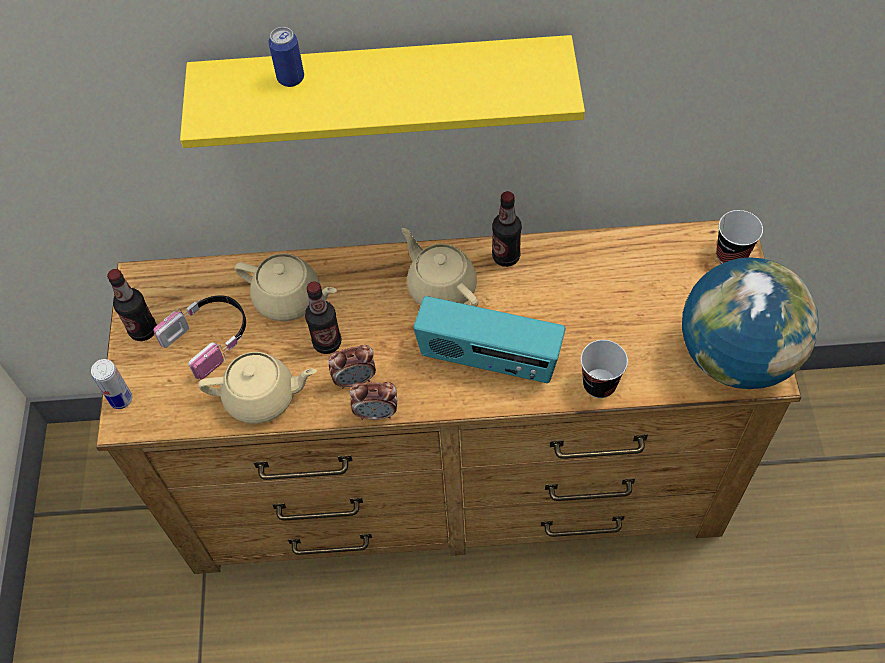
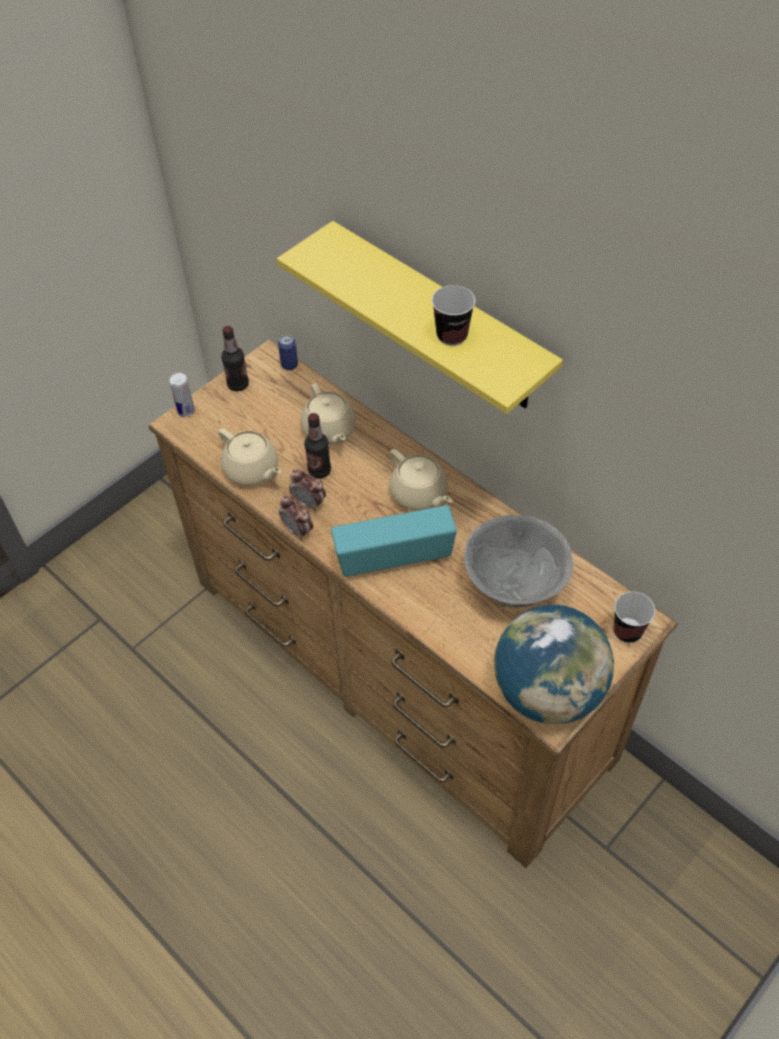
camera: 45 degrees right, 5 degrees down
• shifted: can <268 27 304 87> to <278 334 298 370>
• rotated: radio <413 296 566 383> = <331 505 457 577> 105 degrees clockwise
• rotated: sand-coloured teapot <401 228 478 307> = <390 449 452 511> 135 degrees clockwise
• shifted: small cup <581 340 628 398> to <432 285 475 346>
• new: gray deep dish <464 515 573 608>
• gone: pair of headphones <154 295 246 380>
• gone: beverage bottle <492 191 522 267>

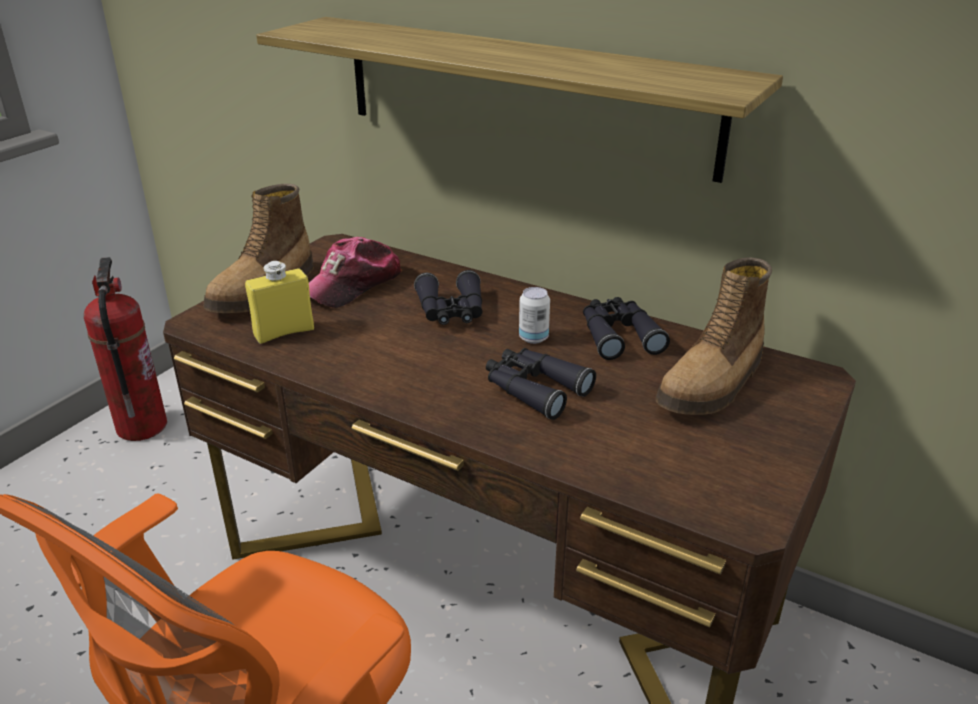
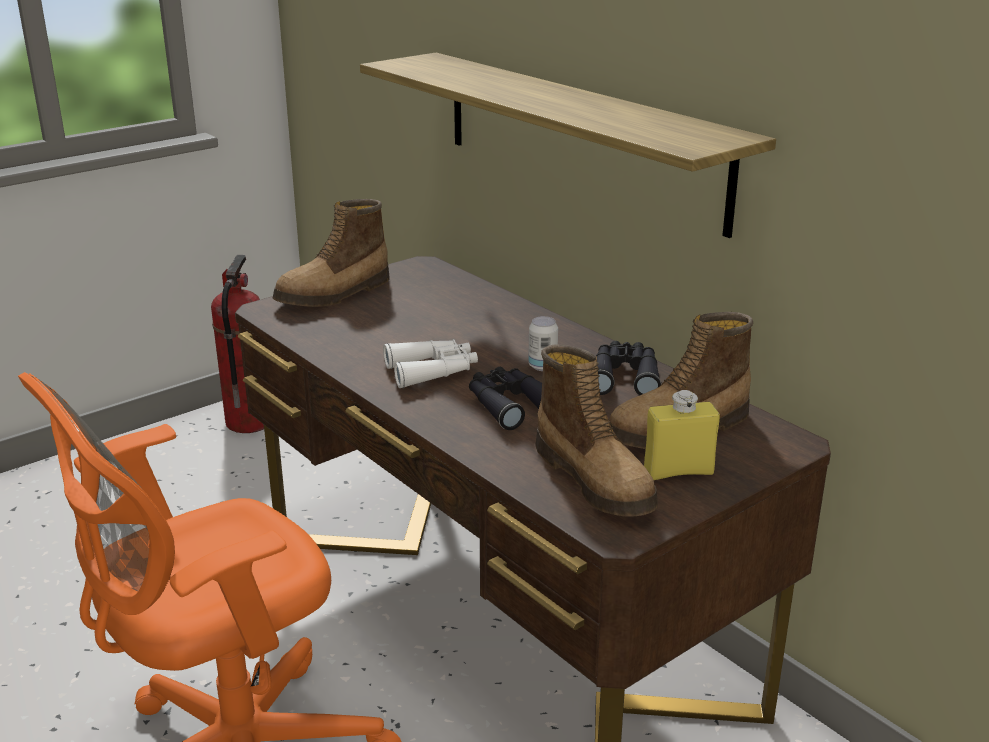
camera: 20 degrees right, 5 degrees down
• new: whitish field glasses <383 339 478 388>
• new: boot <535 344 658 517>
• shifted: yellow-coloured beverage bottle <245 261 314 344> to <644 390 720 480>
• gone: peaked cap <309 237 402 308>
• gone: black-coloured field glasses <414 270 482 325>

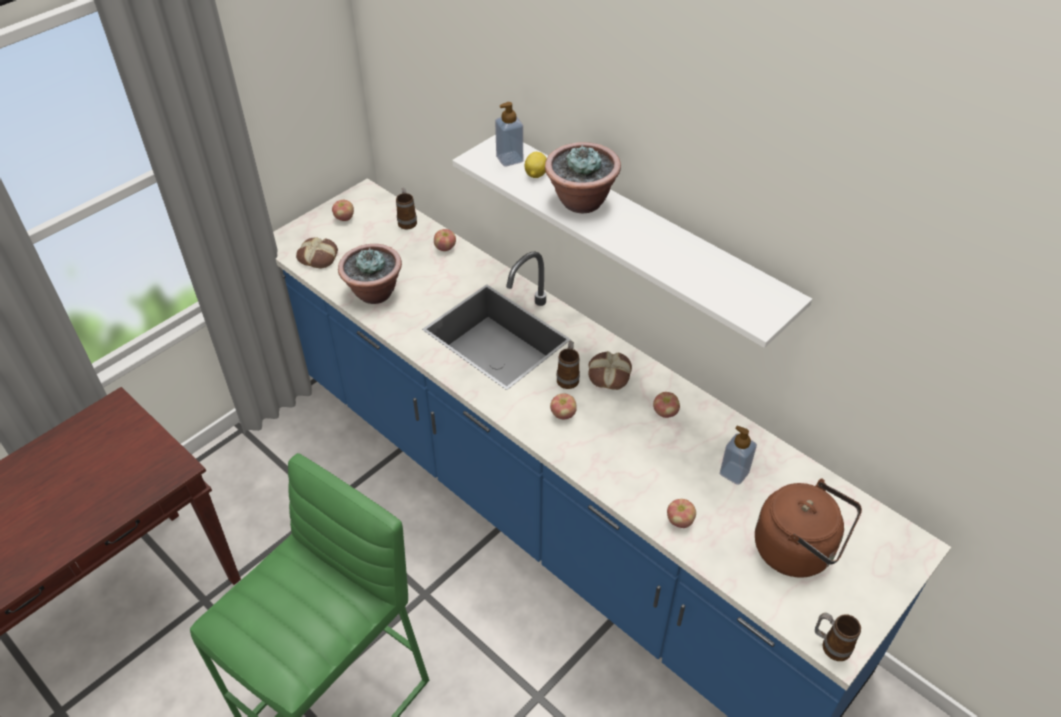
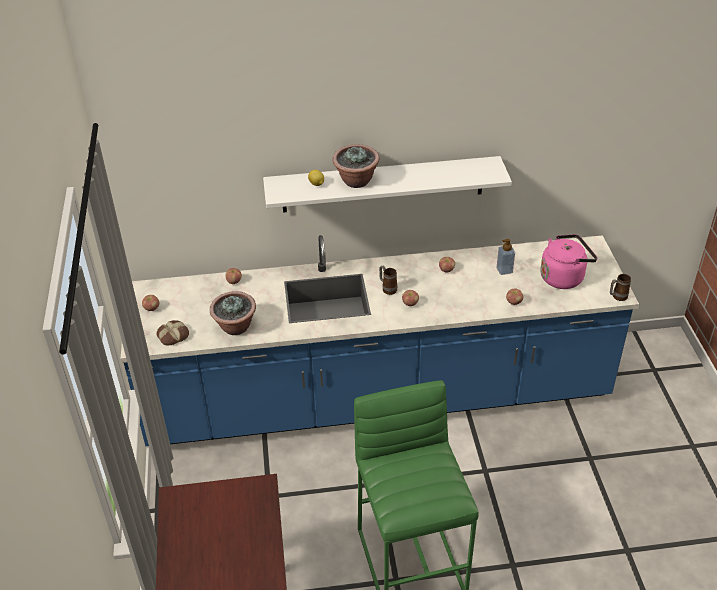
camera: 50 degrees left, 5 degrees down
• repainted: brown-coloured tea kettle <755 478 862 578> to pinkish tea kettle <540 234 597 289>
• gone: coffee mug <396 188 417 229>
• gone: soap bottle <495 102 523 167>
• gone: baked bread <588 351 632 390>

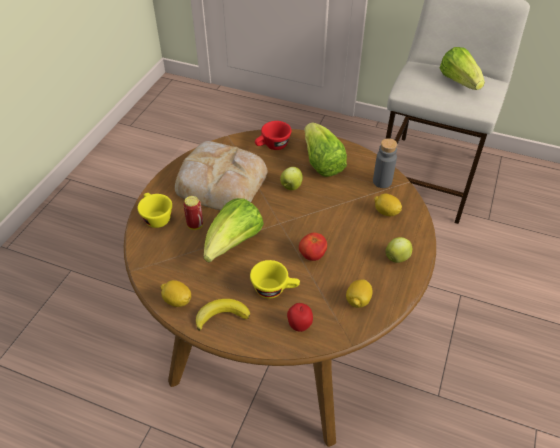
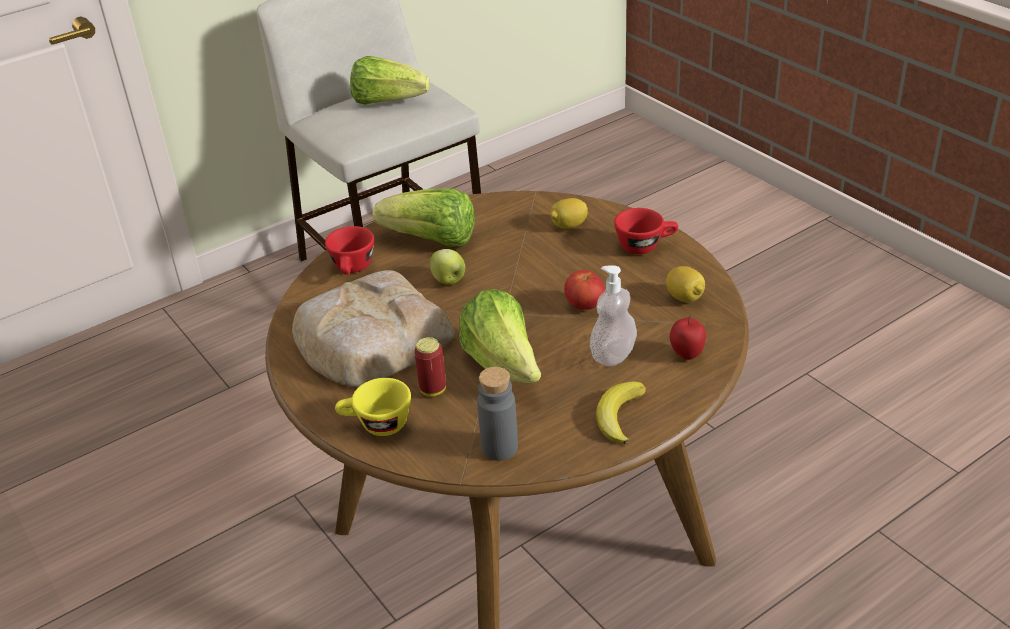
camera: 55 degrees left, 10 degrees down
• shifted: gray beverage bottle <373 138 397 188> to <477 367 518 461>
• swapped: yellow-coloured small cup <250 260 300 299> to soap bottle <590 265 637 366>
• swapped: apple <386 237 412 263> to red small cup <614 208 678 254>
• gone: whole lemon <161 280 191 307>

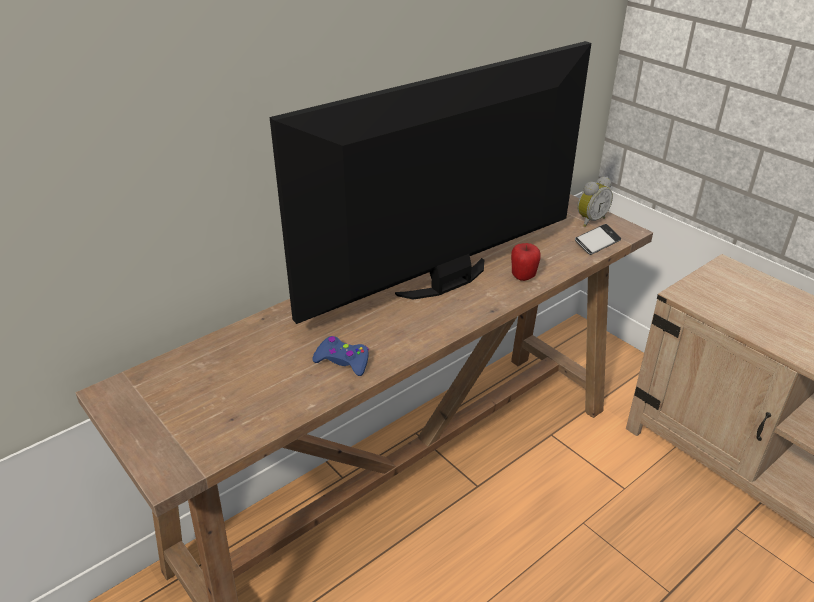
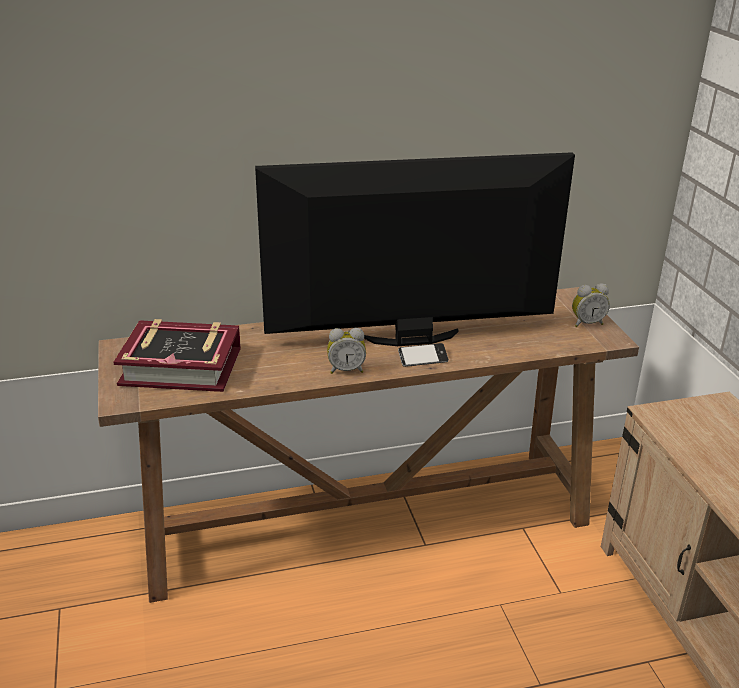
camera: 25 degrees right, 5 degrees down
• new: book <114 319 241 392>
• new: alarm clock <327 328 366 374>
• shifted: telephone <575 224 621 255> to <398 343 449 367>
• gone: blue gamepad <312 336 369 376>
• gone: apple <511 243 541 281>

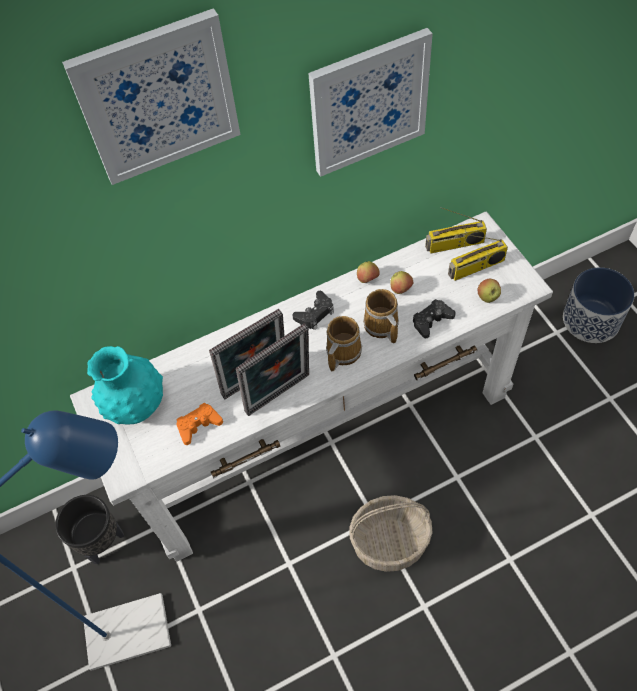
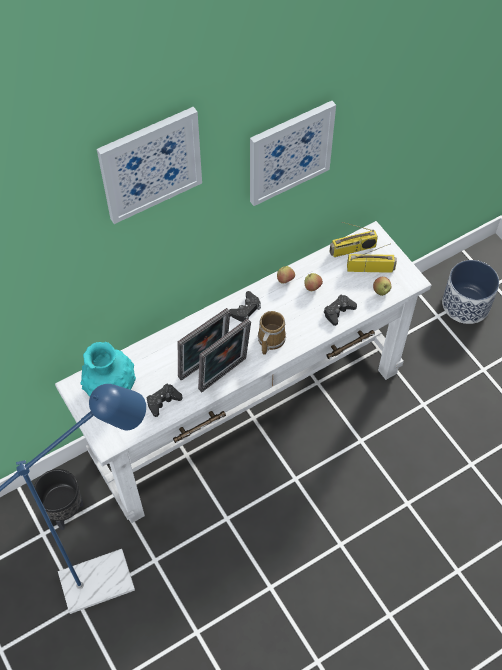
camera: 10 degrees left, 0 degrees up
• repainted: orangey gamepad <177 403 223 445> to black-coloured gamepad <147 384 183 417>
• rotated: radio <448 234 508 281> = <347 243 397 273> 150 degrees counterclockwise
• gone: storage basket <349 495 433 572>
• gone: coffee mug <363 289 399 343>

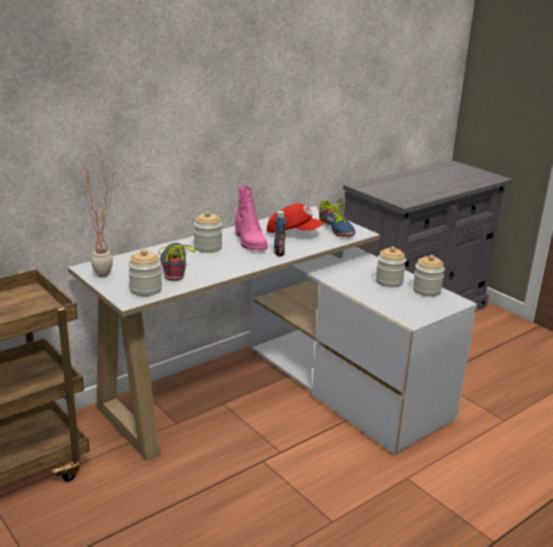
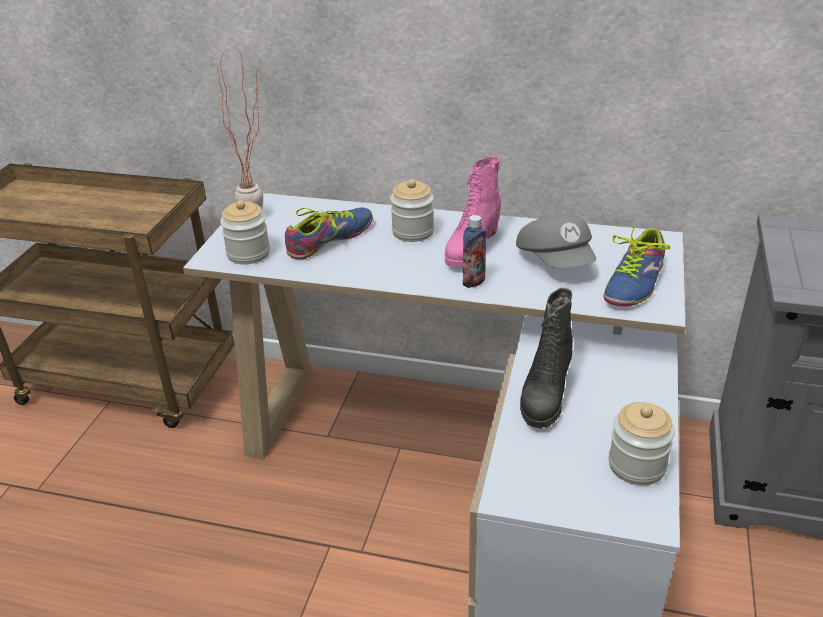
camera: 55 degrees right, 10 degrees up
• repainted: red peaked cap <267 203 324 233> to gray peaked cap <516 214 596 268>
• new: black-coloured boot <520 288 573 428>
• gone: preserve jar <376 247 406 288>

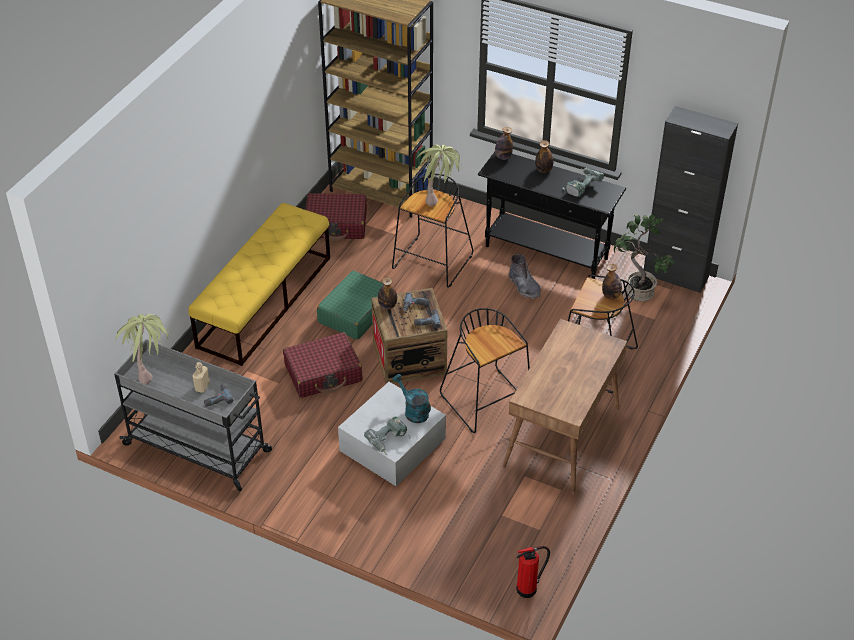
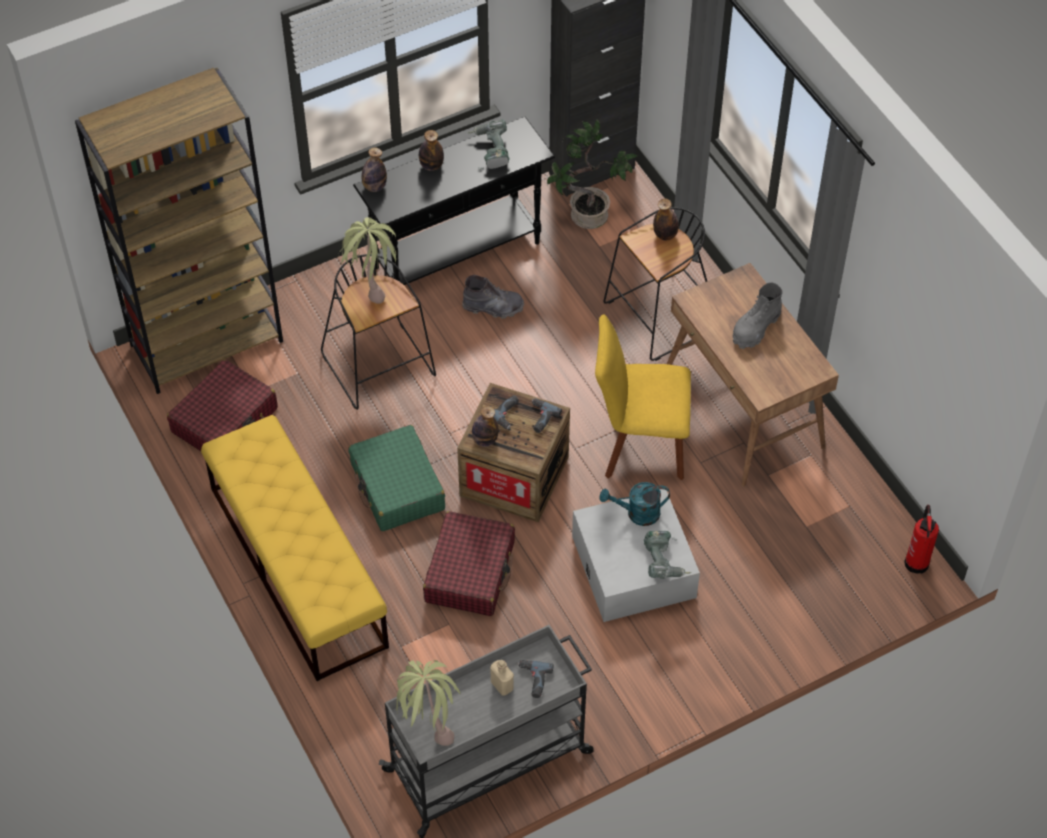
camera: 55 degrees left, 10 degrees up
• swapped: black-coloured stool <440 308 530 433> to yellow-coloured plain chair <595 314 691 480>
• new: gray boot <733 282 783 349>

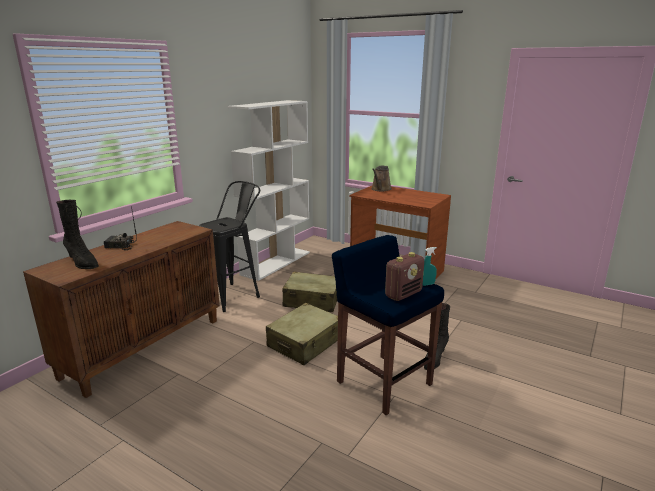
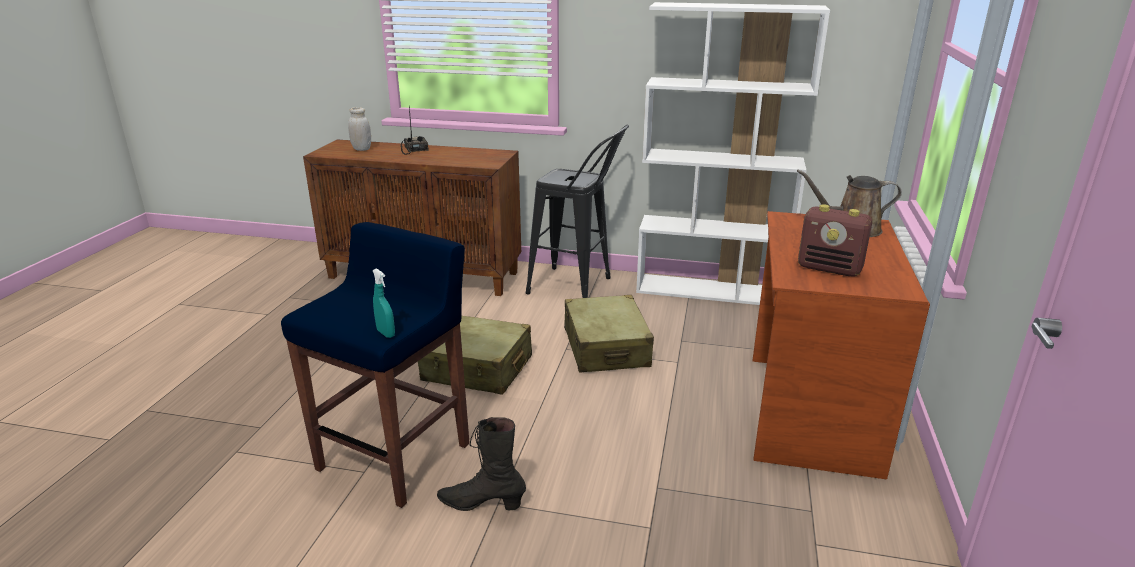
camera: 70 degrees right, 5 degrees up
• swapped: black-coloured boot <56 200 99 269> to whitish preserve jar <348 107 371 151>
• shifted: radio <385 252 424 301> to <798 204 872 276>

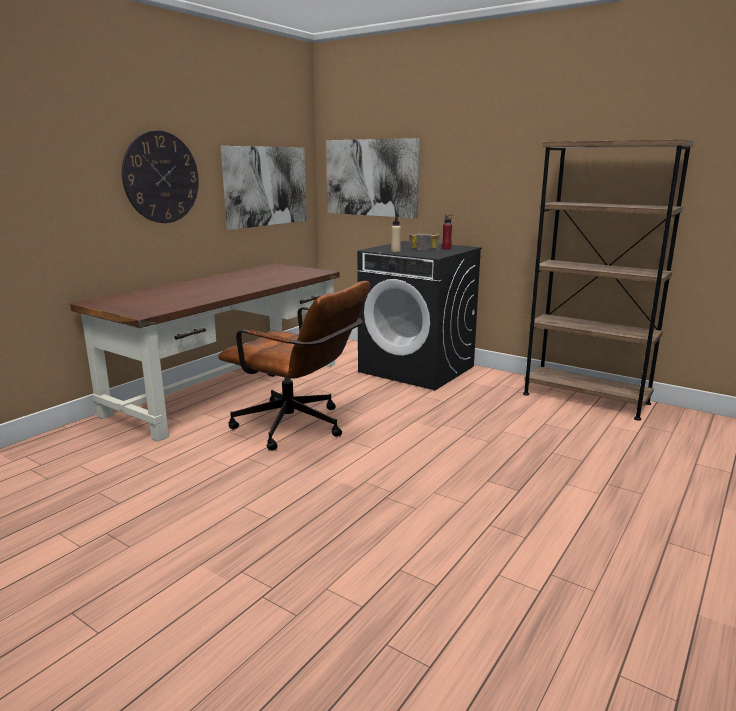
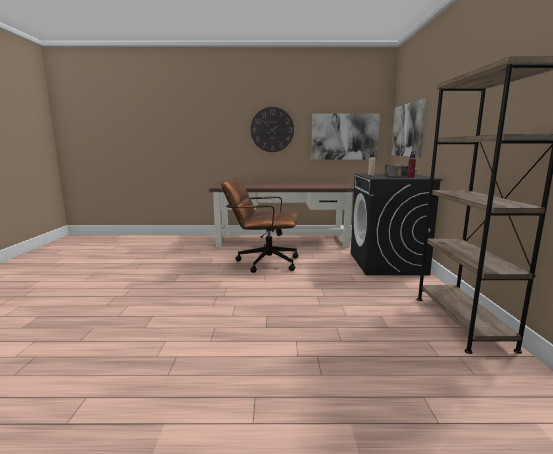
camera: 55 degrees right, 5 degrees down
• rotated: brown-coloured office chair <218 281 370 450> = <221 177 299 273> 105 degrees clockwise

